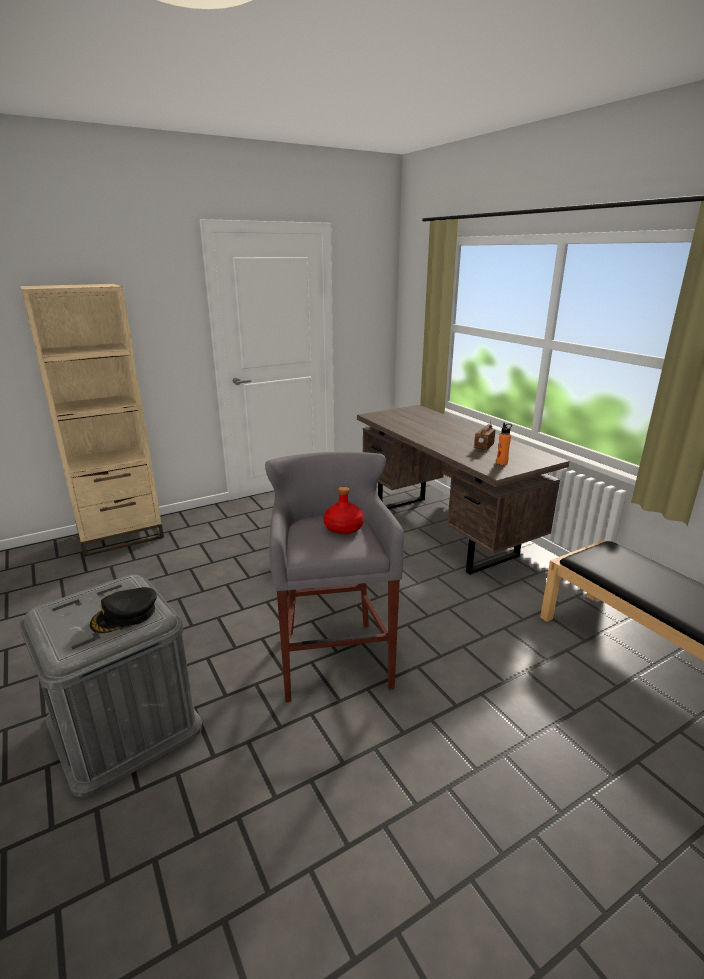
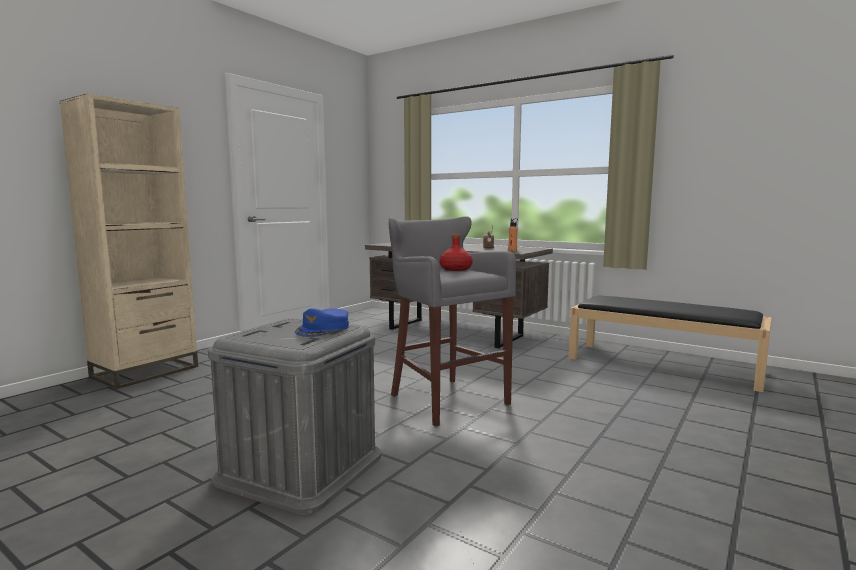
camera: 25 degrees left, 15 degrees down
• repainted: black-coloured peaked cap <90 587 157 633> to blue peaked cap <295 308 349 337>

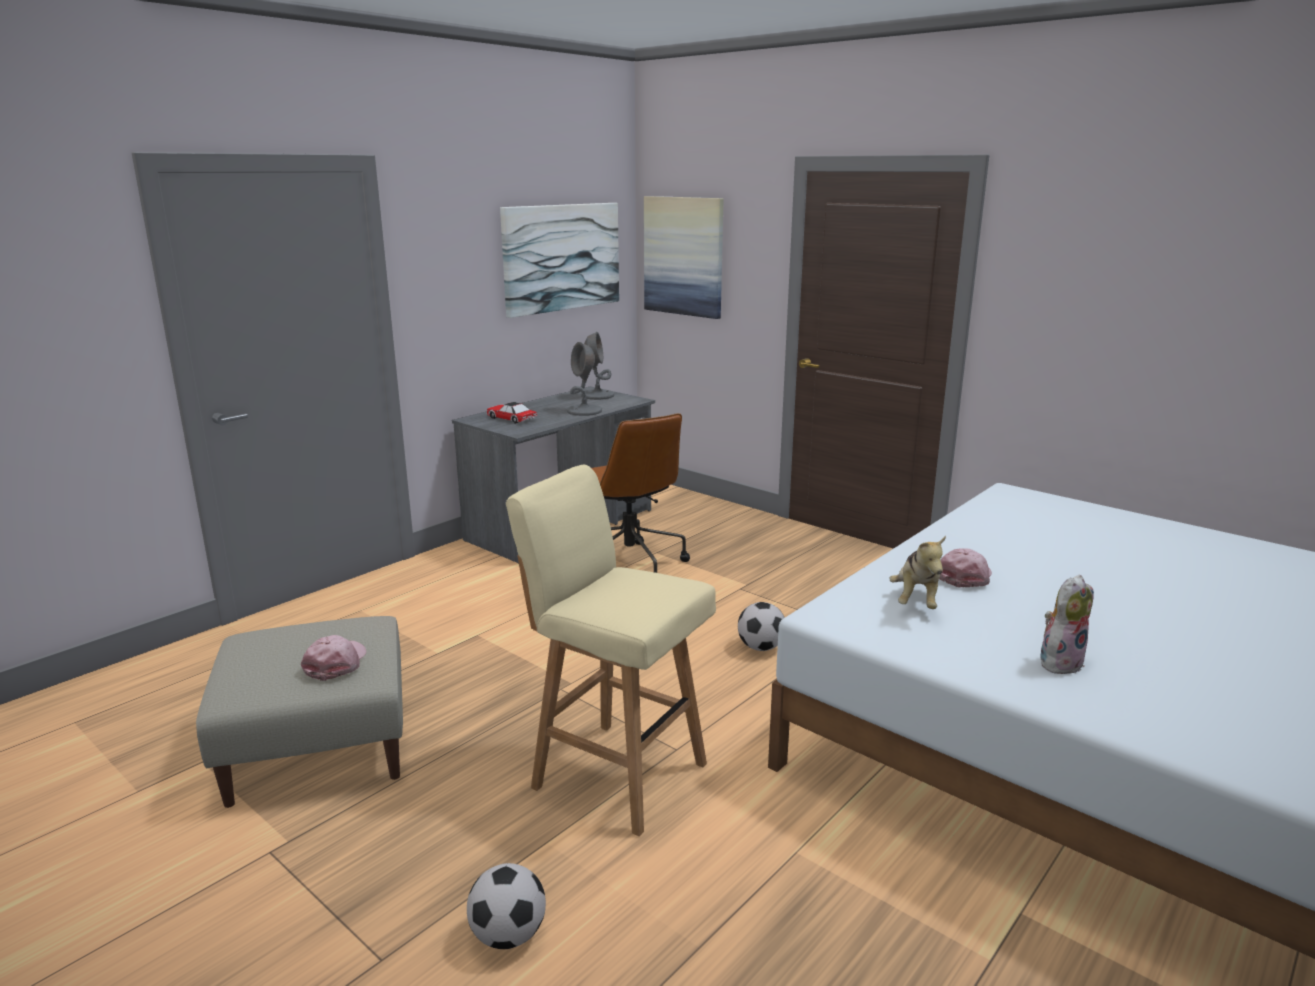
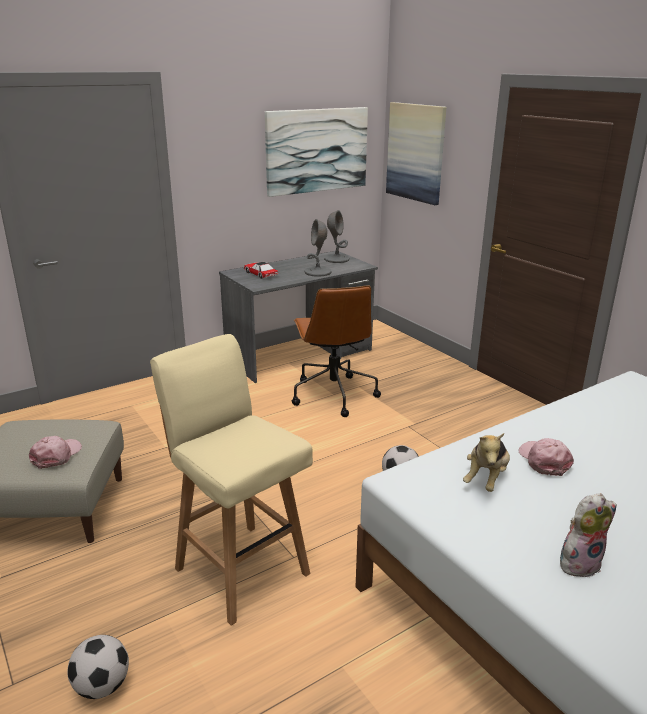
camera: 15 degrees right, 5 degrees up
• rotated: pinkish peaked cap <939 548 992 588> = <519 438 574 476> 60 degrees counterclockwise

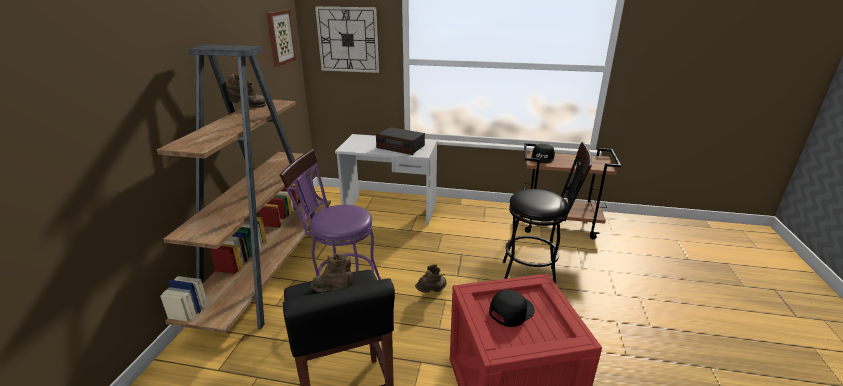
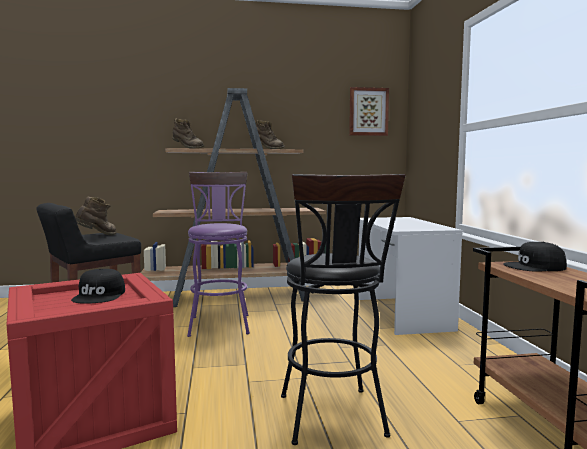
camera: 70 degrees right, 20 degrees down
• rotated: black-coloured peaked cap <489 289 535 327> = <71 269 125 304> 60 degrees clockwise
• shifted: brown-coloured boot <415 264 447 293> to <172 118 204 148>
• gone: wall clock <315 7 379 73>
• gone: radio <376 127 425 155>

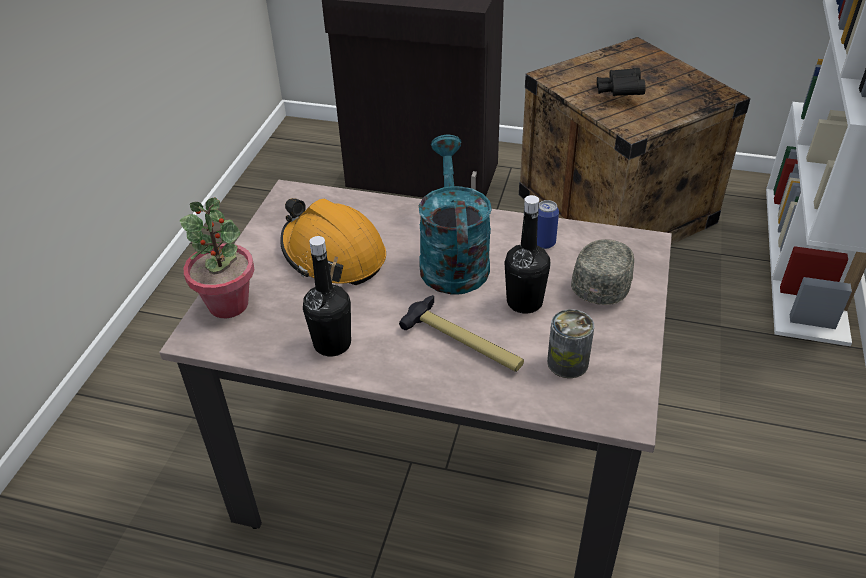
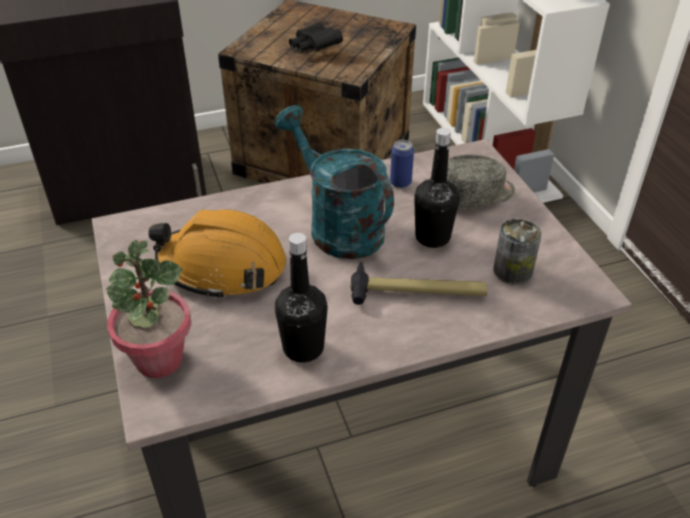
camera: 35 degrees left, 0 degrees up
• rotated: gray peaked cap <571 239 634 305> = <447 155 515 209> 75 degrees clockwise

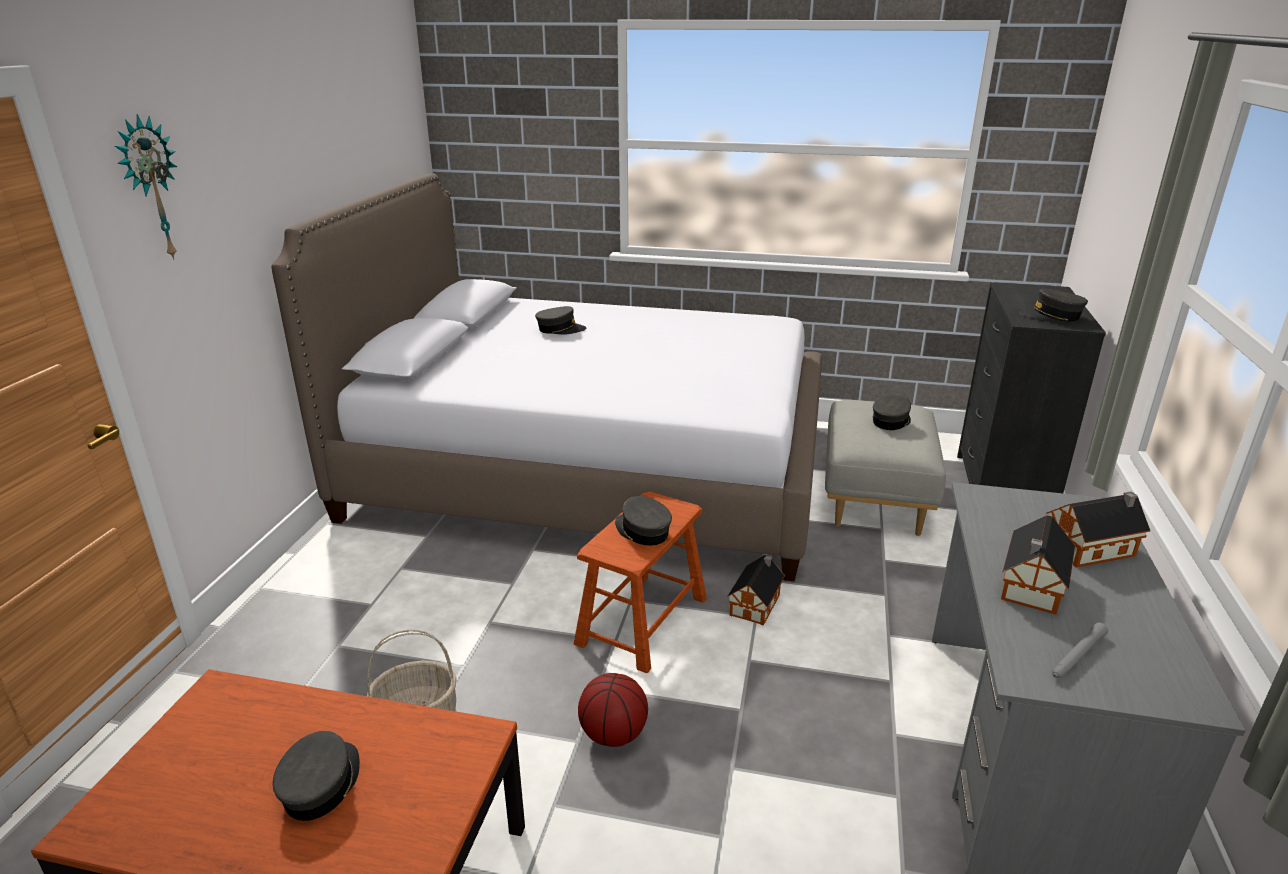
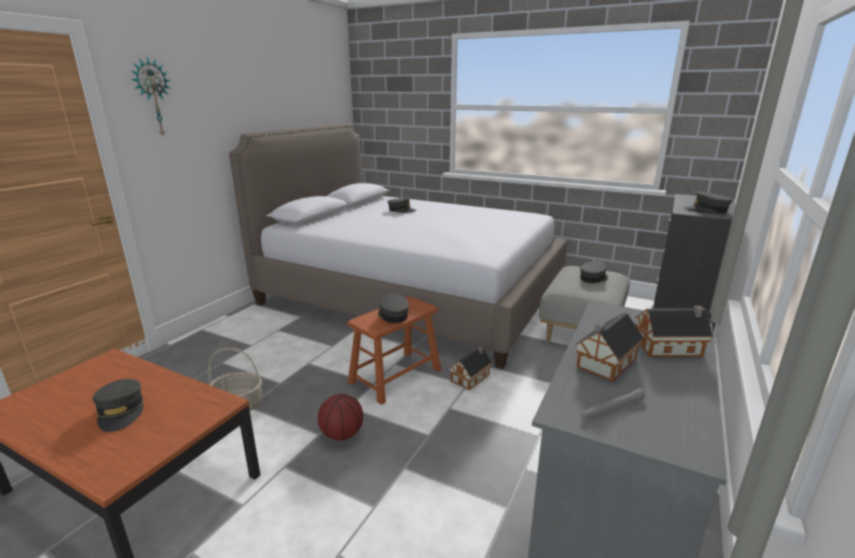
camera: 15 degrees right, 5 degrees down
• rotated: gray peaked cap <273 731 360 821> = <92 379 144 432> 135 degrees clockwise

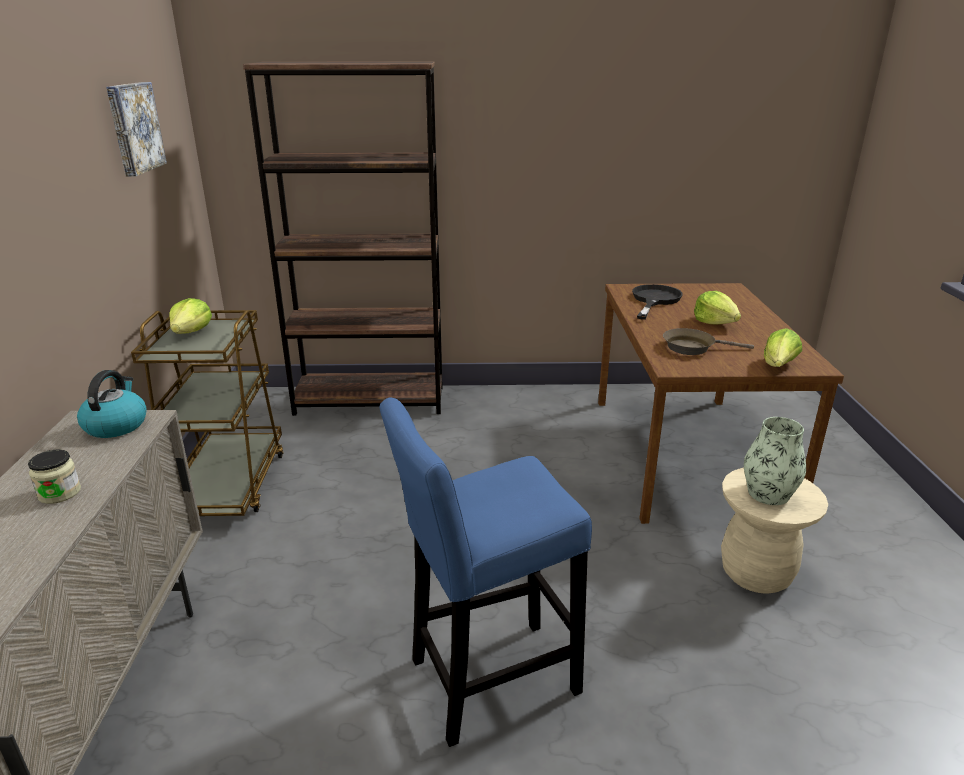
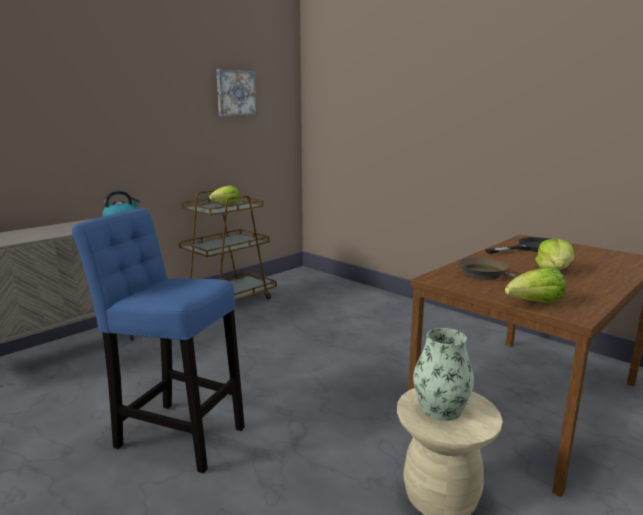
camera: 45 degrees right, 10 degrees down
• gone: preserve jar <28 450 81 504>
• gone: brown-coloured shelving unit <243 62 443 416>

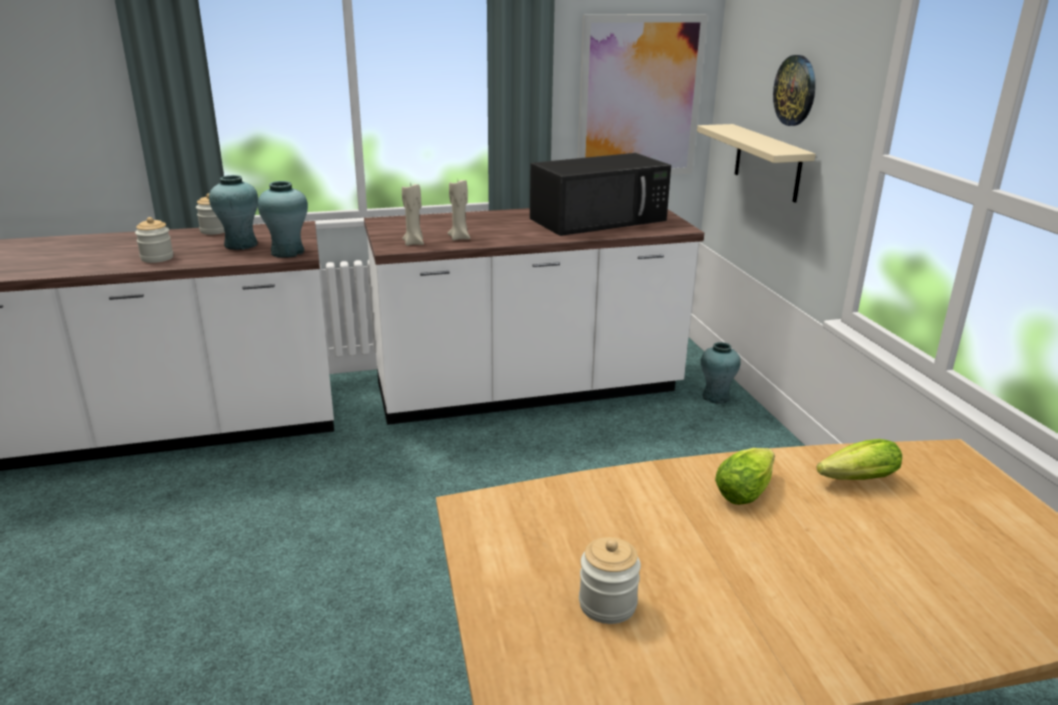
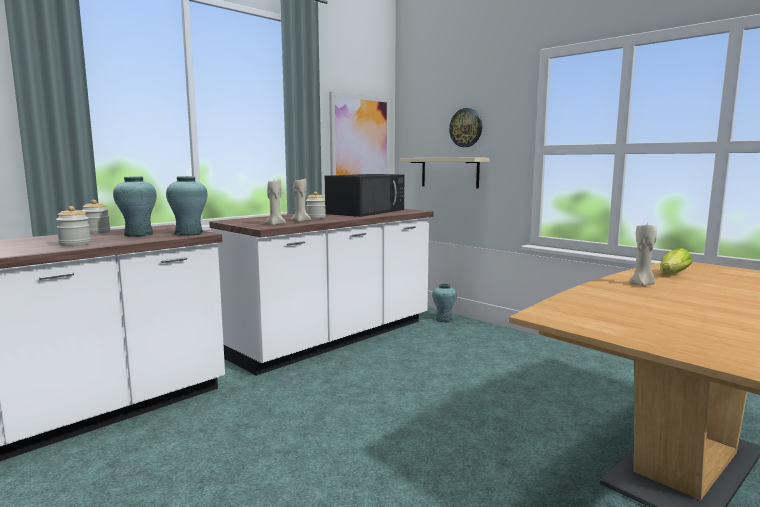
camera: 30 degrees left, 15 degrees down
• shifted: preserve jar <579 537 641 624> to <306 192 326 219>
• swapped: head of lettuce <715 448 775 505> to sand-coloured wax light <630 225 657 286>

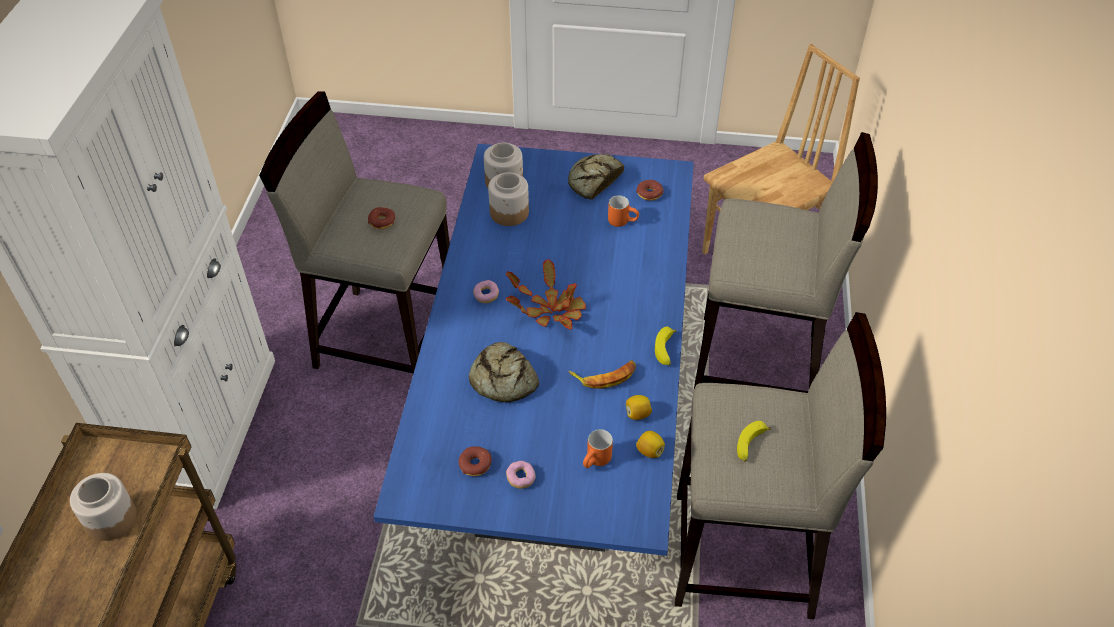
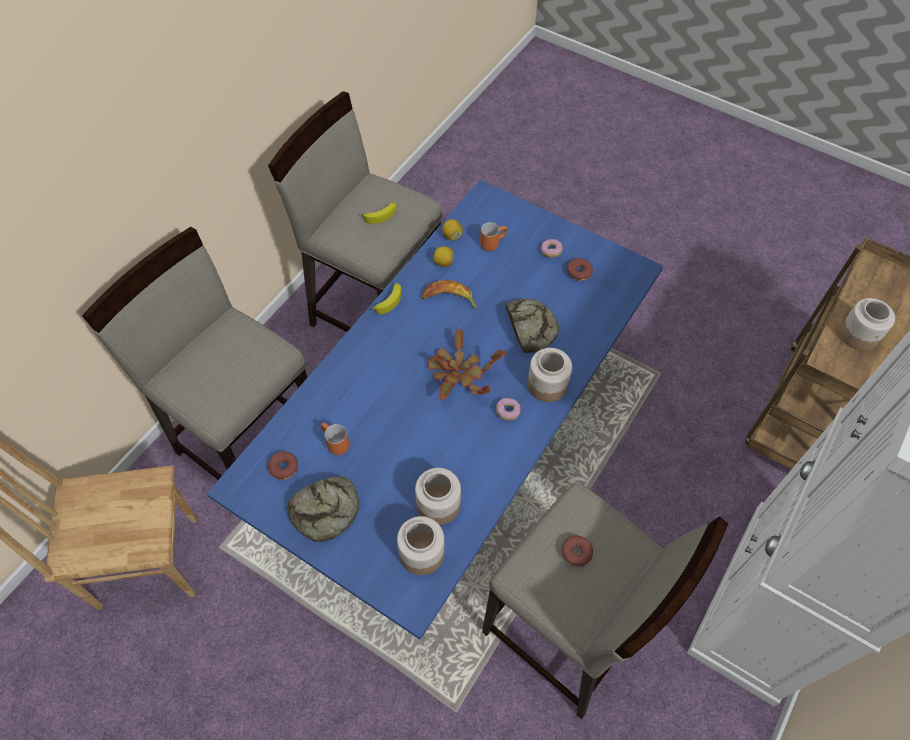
camera: 155 degrees left, 10 degrees up
• new: preserve jar <527 348 572 402>

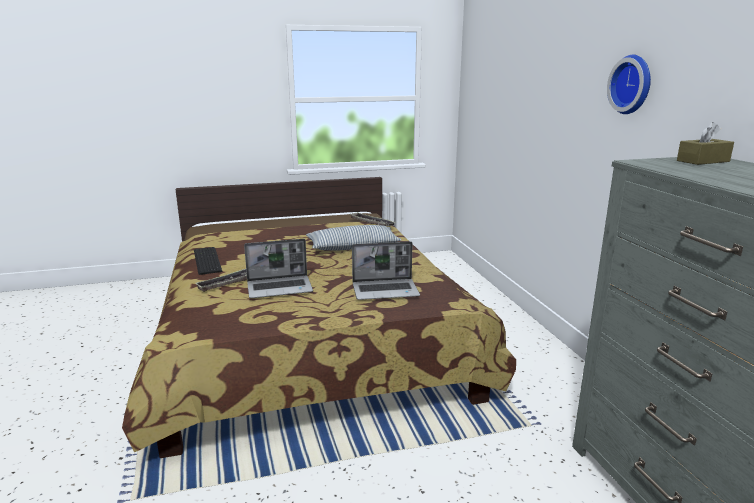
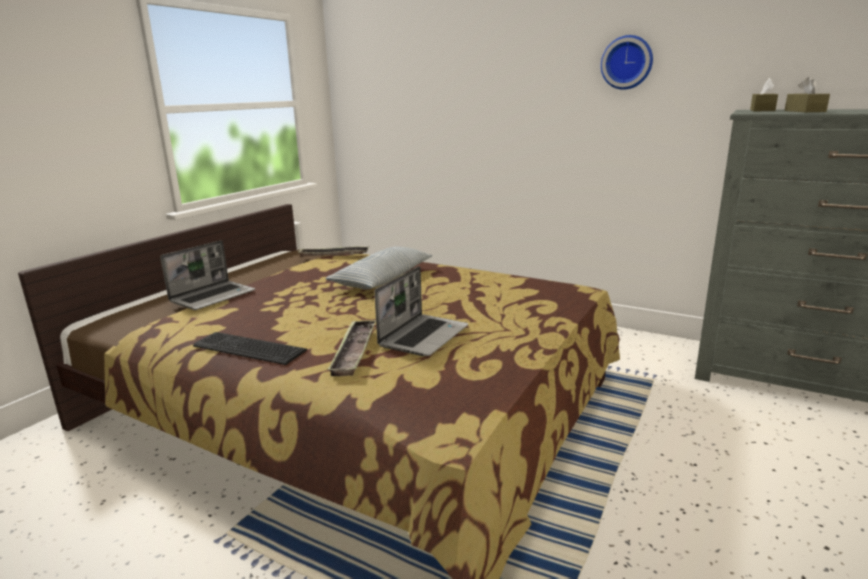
camera: 45 degrees left, 0 degrees up
• shifted: notebook computer <352 241 420 300> to <160 240 255 310>
• new: brown-coloured tissue holder <785 77 830 112>

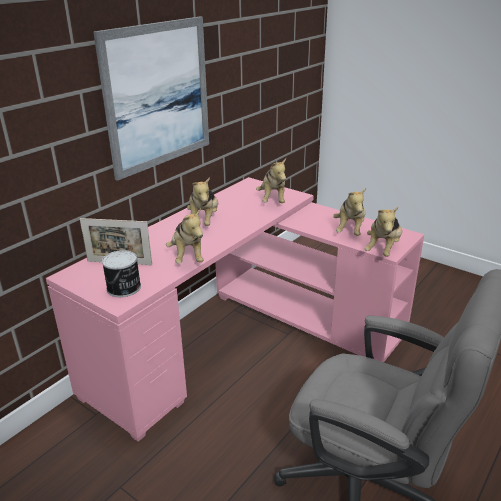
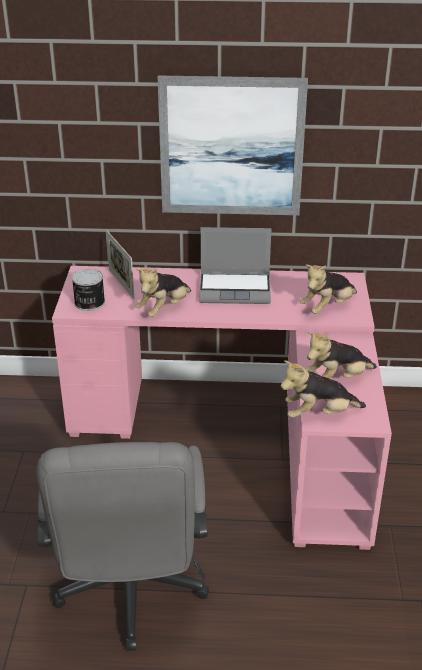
camera: 55 degrees right, 5 degrees up
• swapped: soft toy <187 177 218 226> to notebook computer <199 227 271 304>

